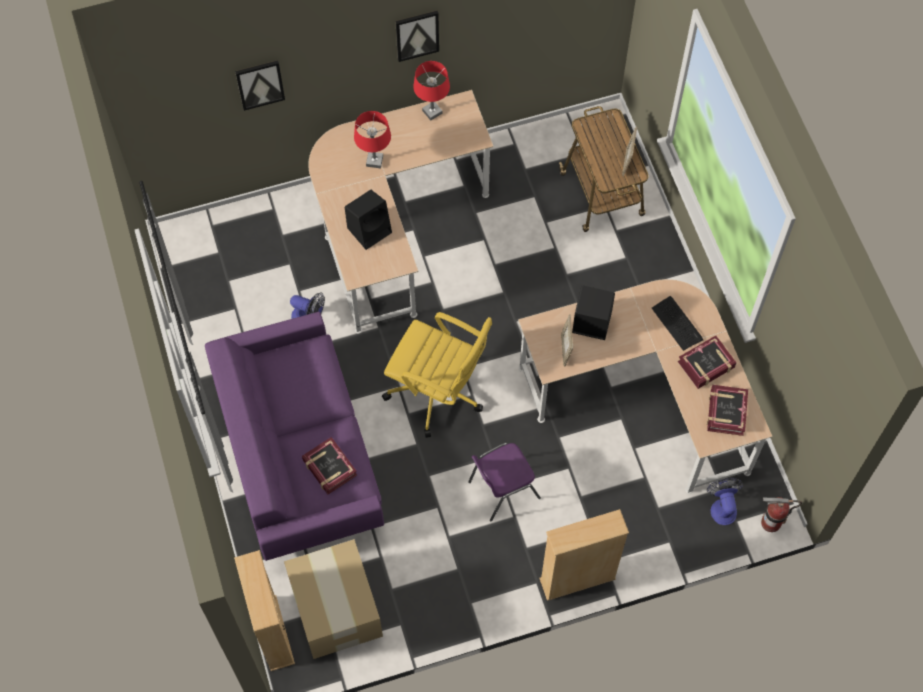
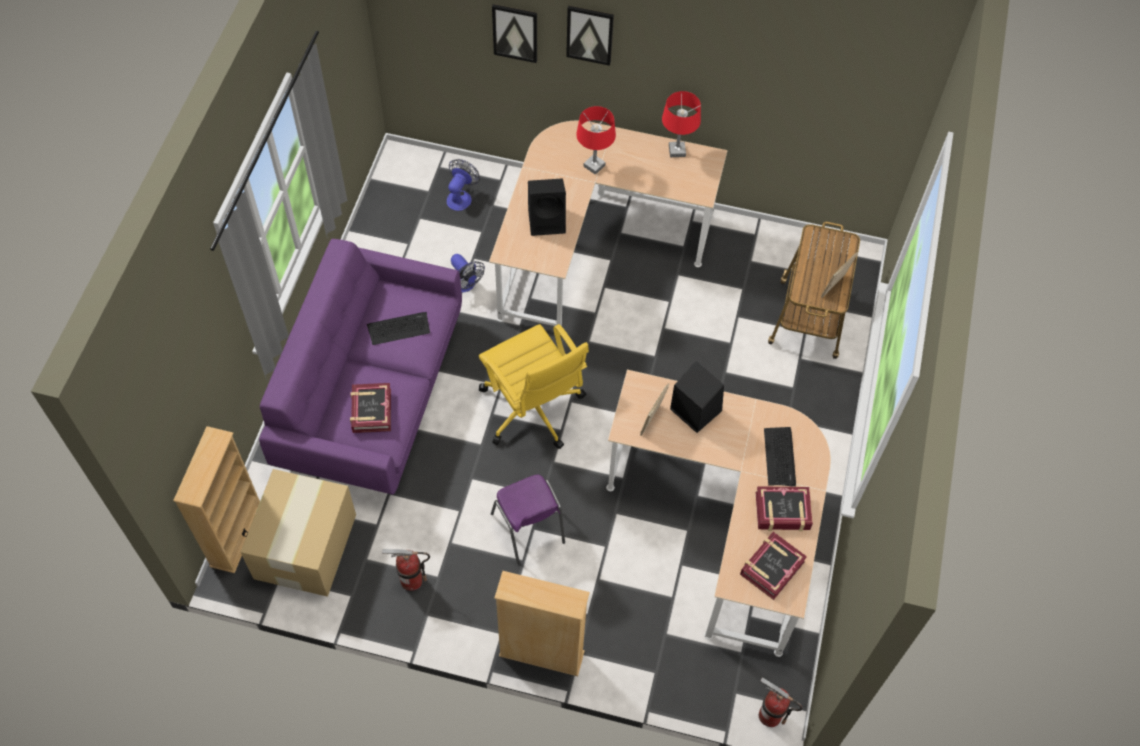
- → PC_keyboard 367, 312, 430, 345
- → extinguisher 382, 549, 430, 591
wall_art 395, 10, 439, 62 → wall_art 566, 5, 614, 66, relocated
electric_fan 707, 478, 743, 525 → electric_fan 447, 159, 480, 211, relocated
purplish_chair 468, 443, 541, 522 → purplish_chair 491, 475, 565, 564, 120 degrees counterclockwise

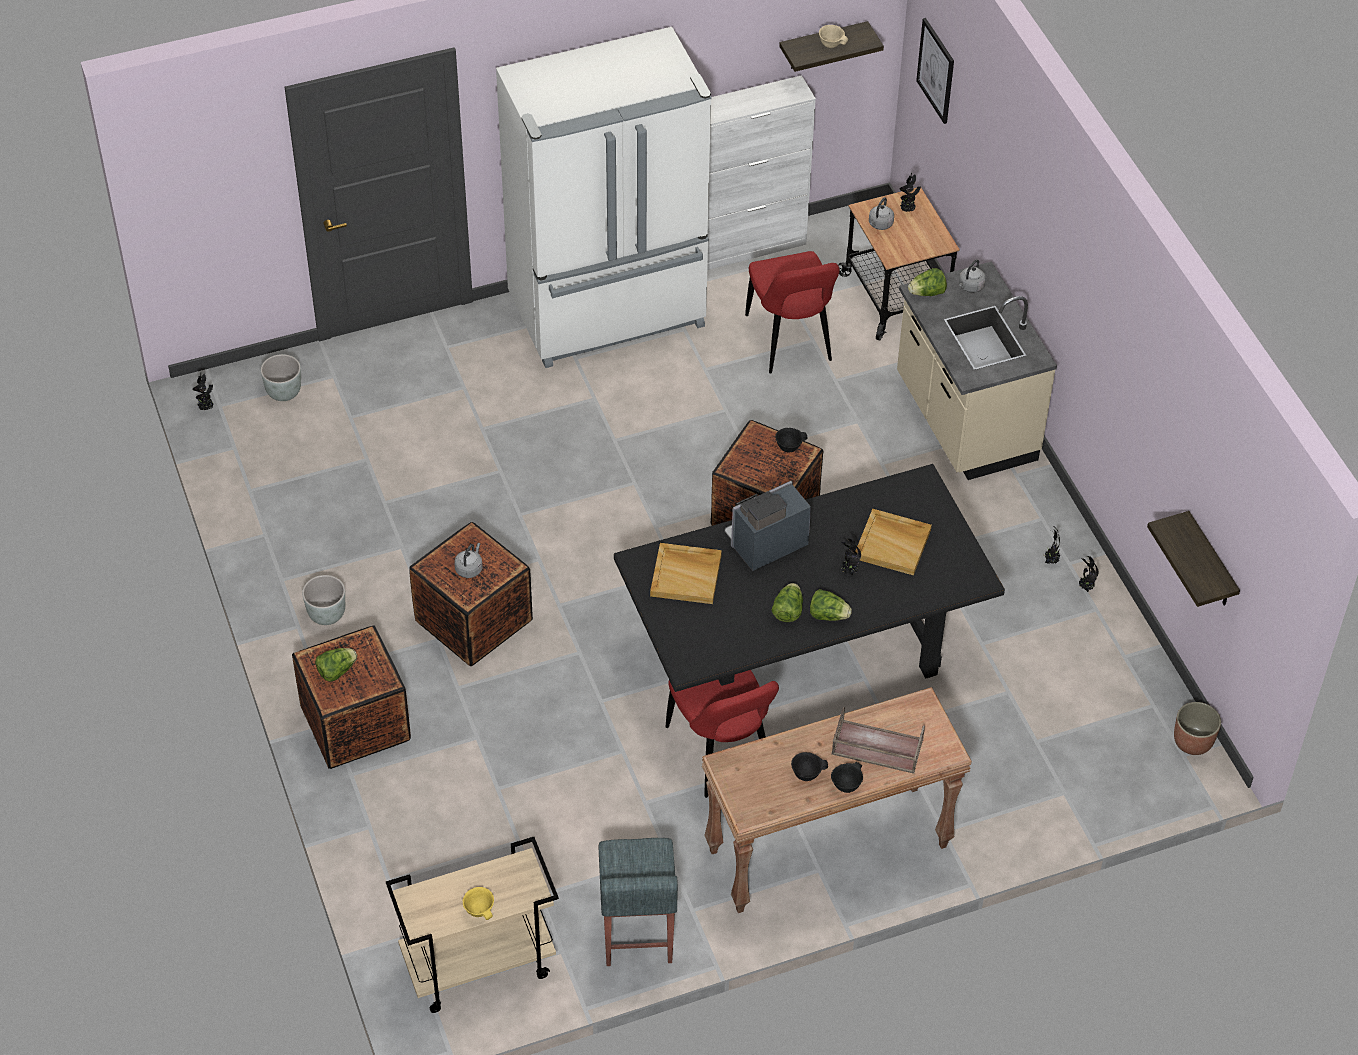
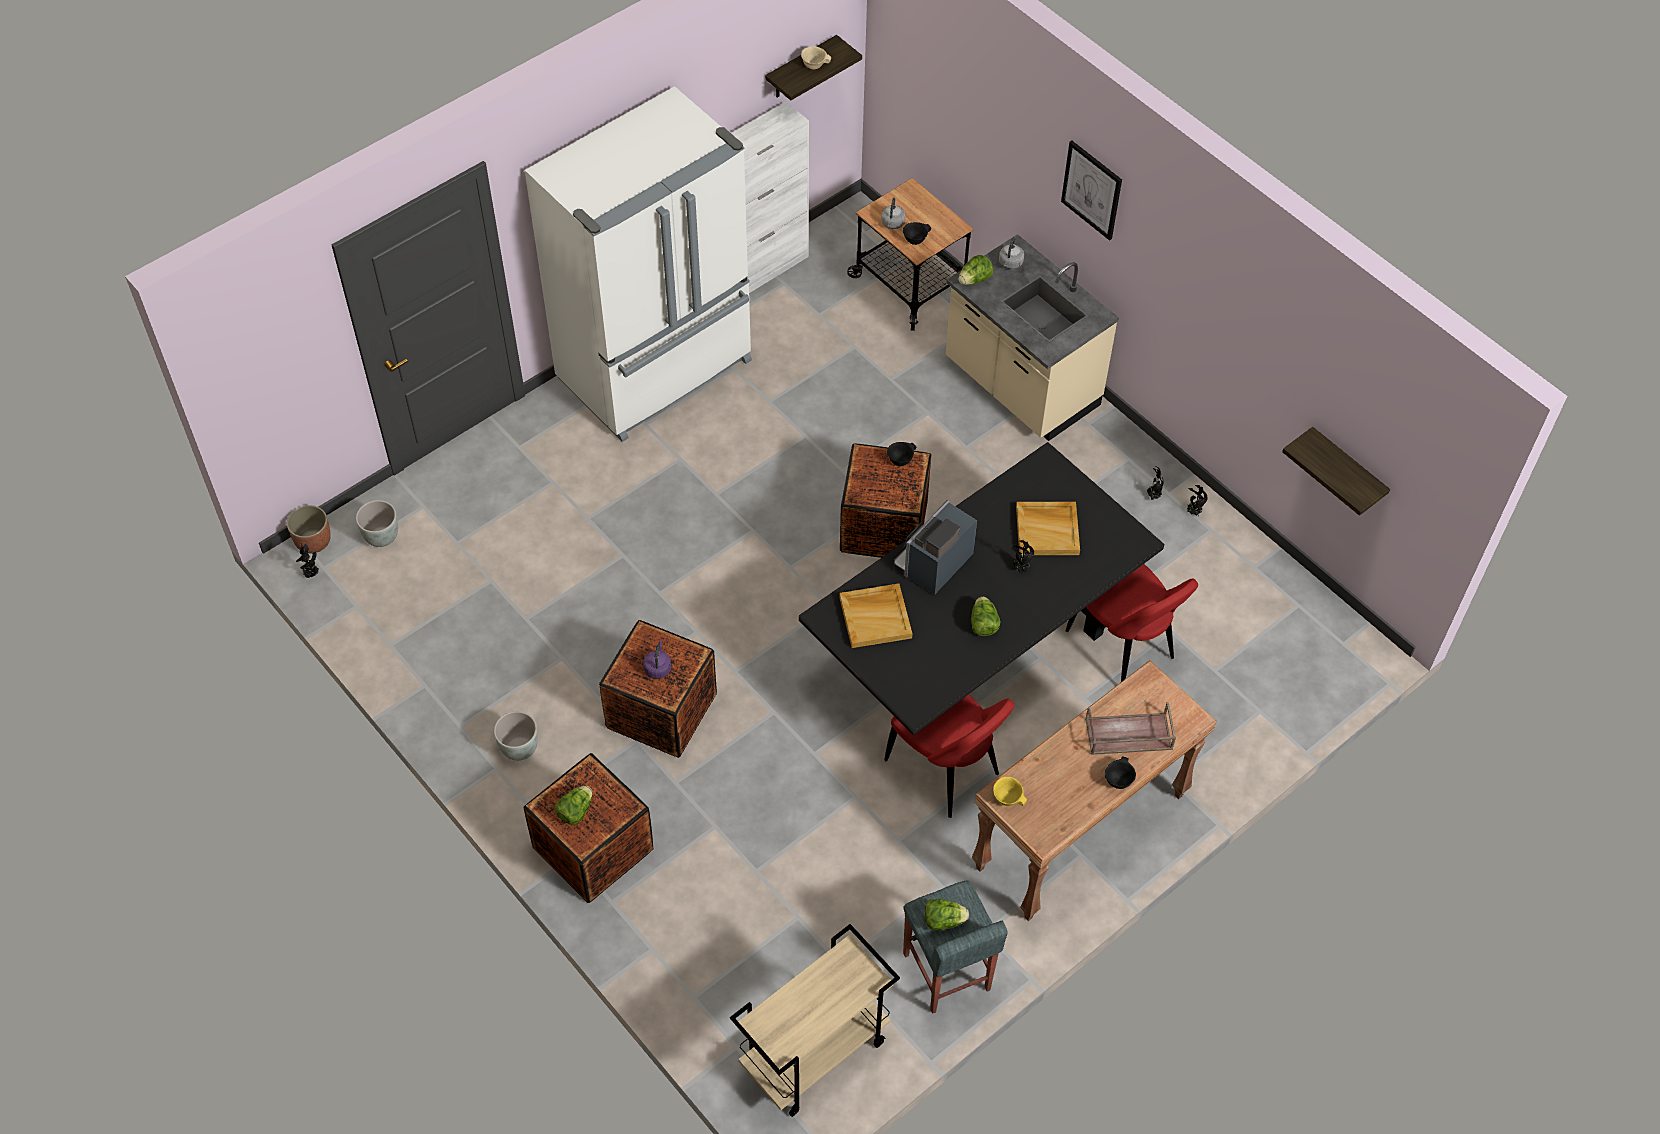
houseplant 900, 173, 921, 212 → -
yellowish_deep_dish 463, 887, 494, 920 → yellowish_deep_dish 993, 777, 1027, 806, relocated
reddish_chair 745, 251, 840, 374 → reddish_chair 1066, 564, 1198, 682, relocated
black-coloured_deep_dish 791, 752, 828, 781 → black-coloured_deep_dish 903, 222, 931, 245, relocated
lettuce 810, 589, 852, 621 → lettuce 925, 899, 969, 931, relocated
wall_art 916, 18, 954, 124 → wall_art 1061, 141, 1122, 241, relocated
planter 1174, 702, 1221, 755 → planter 287, 505, 331, 553, relocated
gray_kettle 454, 543, 483, 578 → purplish_kettle 643, 641, 671, 679

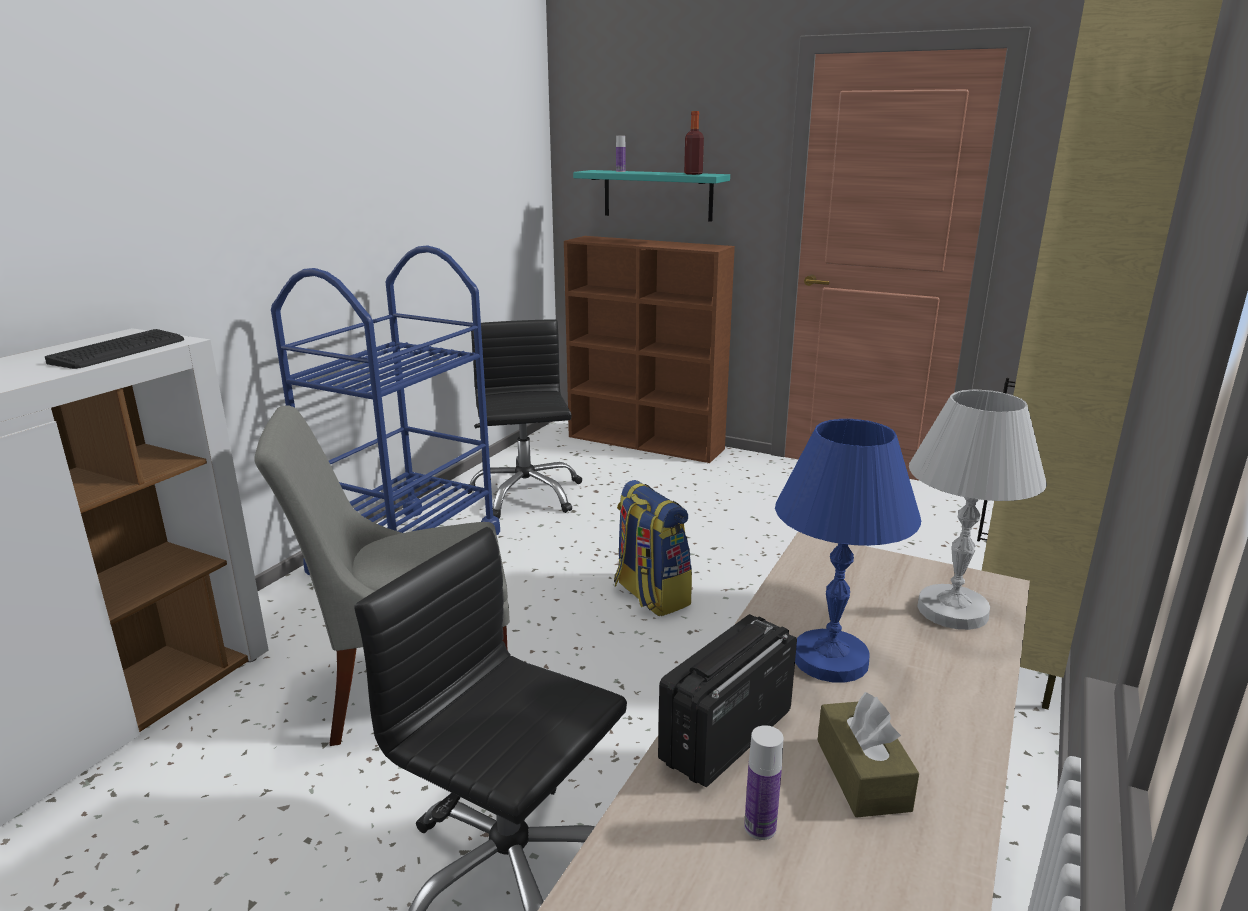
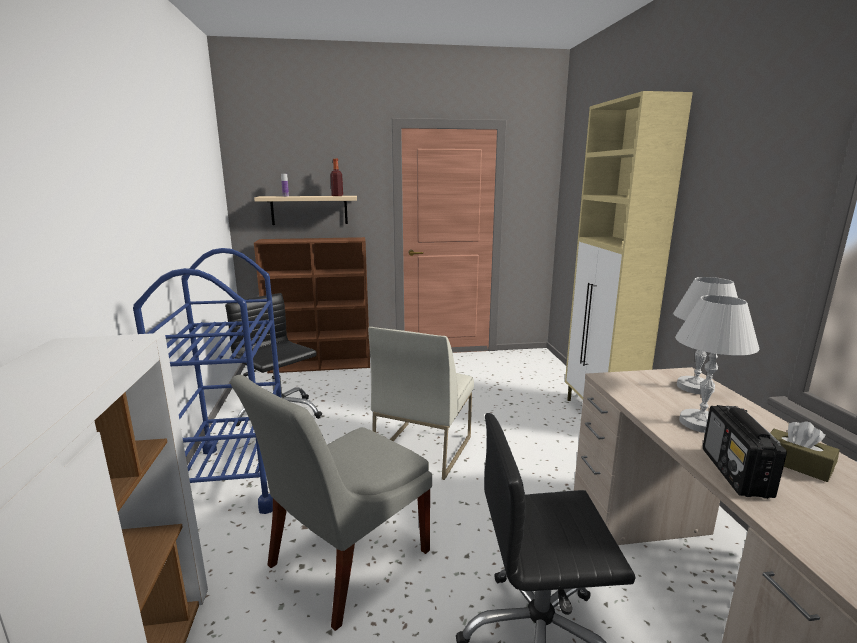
PC_keyboard 45, 329, 184, 369 → -
bottle 744, 725, 783, 840 → -
rucksack 614, 480, 692, 617 → whitish_chair 368, 327, 474, 480
turquoise_bracket_shelf 573, 170, 730, 222 → beige_bracket_shelf 254, 196, 357, 225
blue-coloured_tabletop_lamp 775, 419, 922, 683 → whitish_tabletop_lamp 675, 295, 759, 433

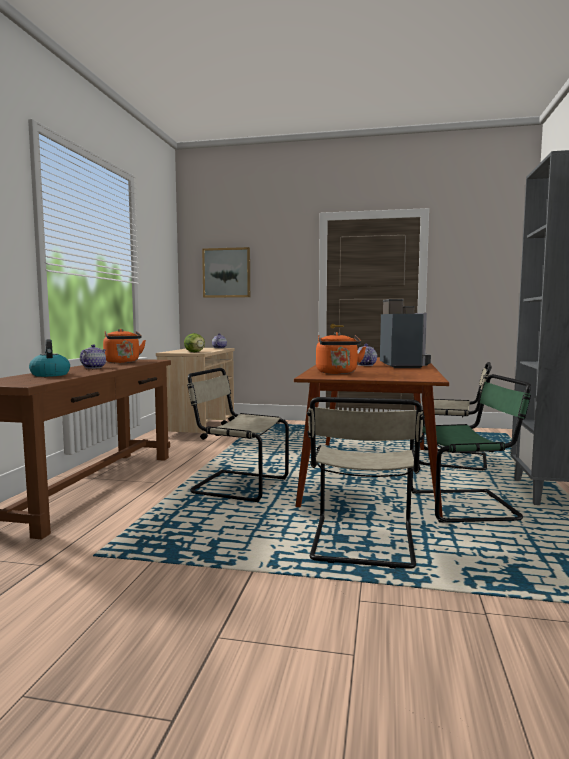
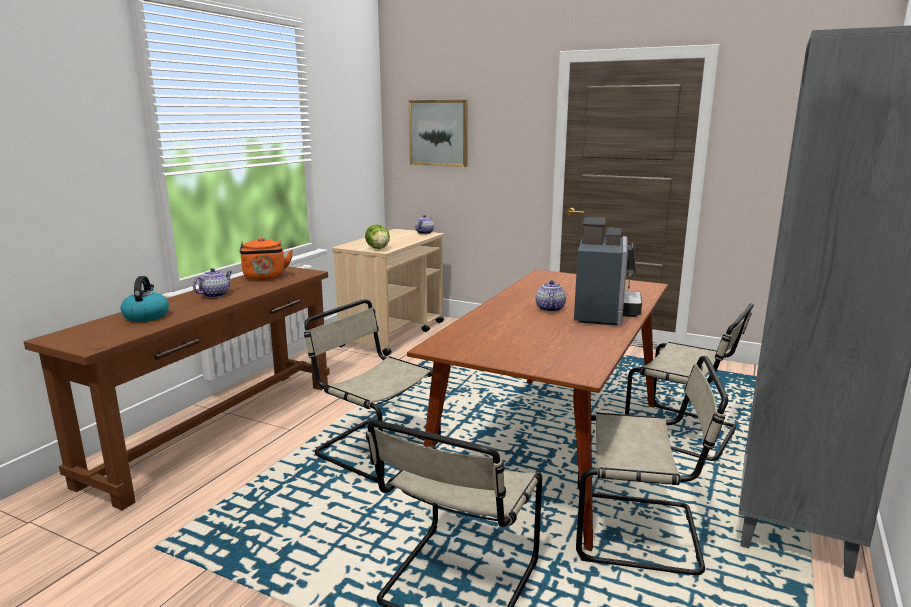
orangey_kettle 316, 332, 366, 374 → -
greenish_chair 410, 374, 531, 523 → beige_chair 576, 356, 728, 575

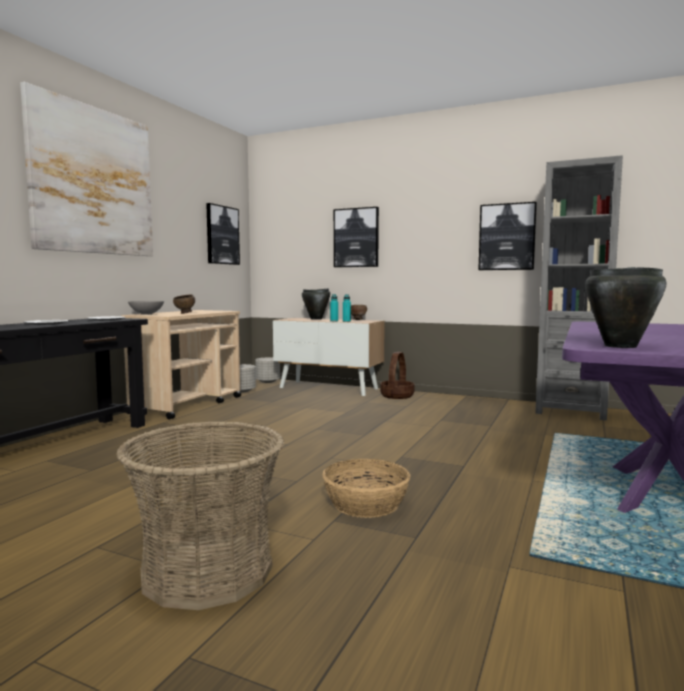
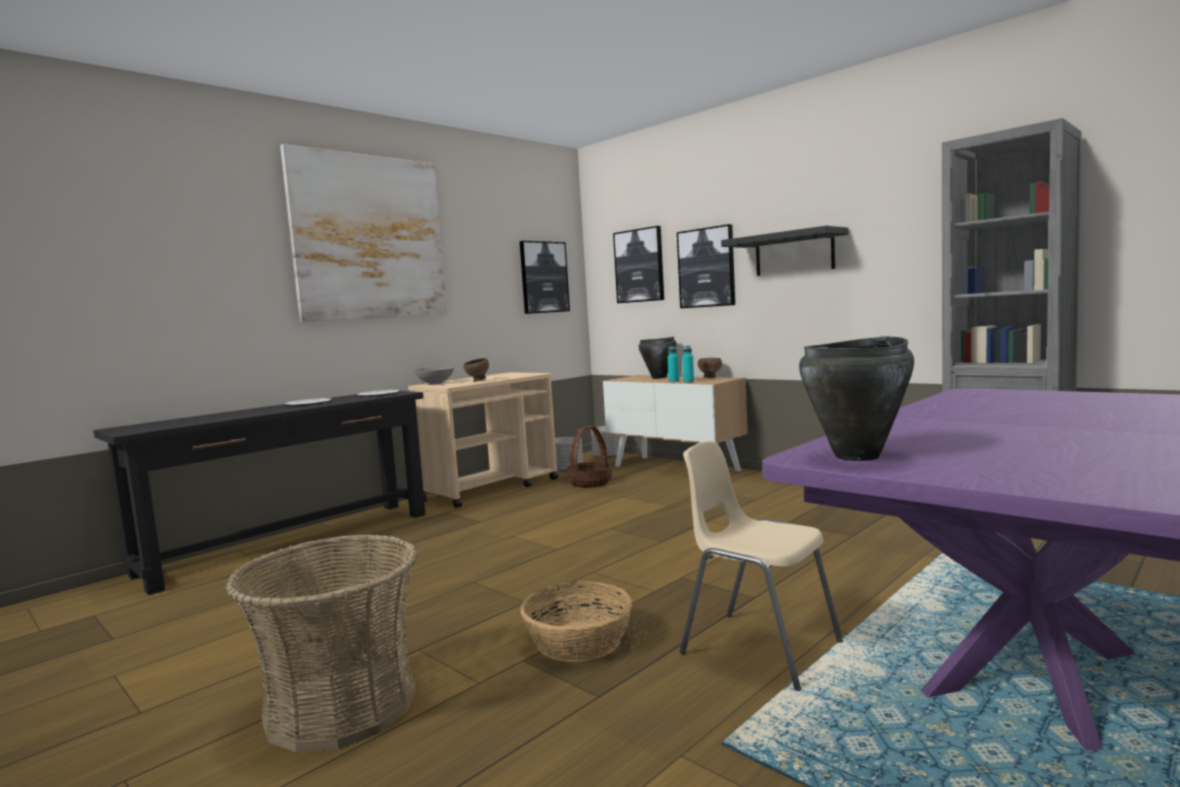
- → beige_chair 680, 441, 843, 691
- → black-coloured_bracket_shelf 721, 226, 849, 276
basket 380, 352, 415, 399 → basket 567, 426, 612, 488, relocated
wall_art 478, 202, 537, 270 → wall_art 613, 226, 664, 303, relocated

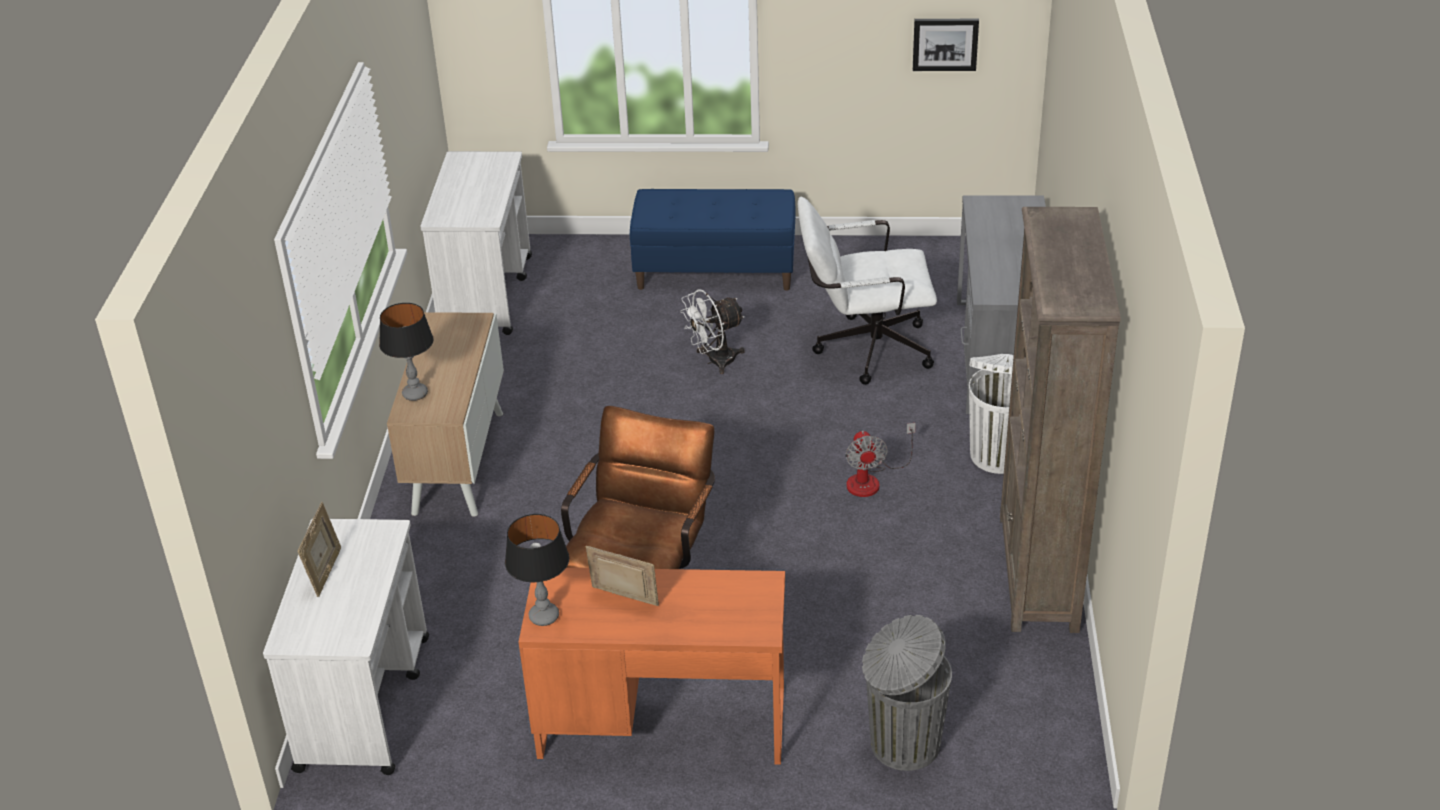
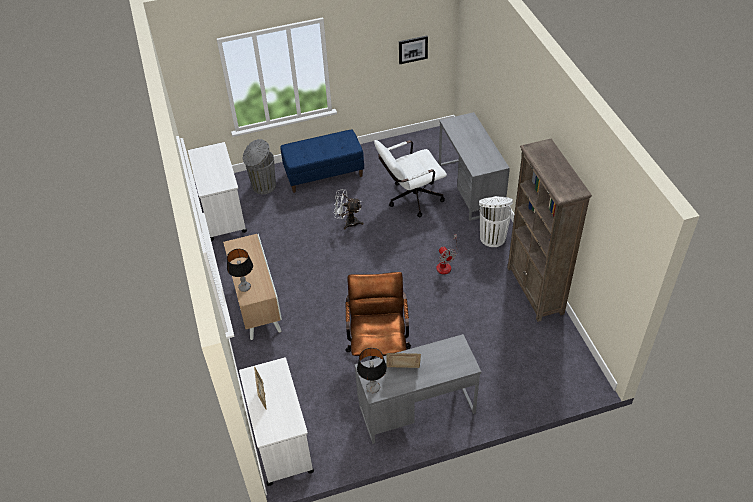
gray_trash_can 862, 615, 952, 771 → gray_trash_can 242, 139, 276, 194, relocated
orangey_desk_unit 519, 567, 785, 765 → gray_desk_unit 355, 334, 481, 444
whitish_electric_fan 680, 289, 745, 374 → whitish_electric_fan 334, 189, 364, 230, 60 degrees clockwise

